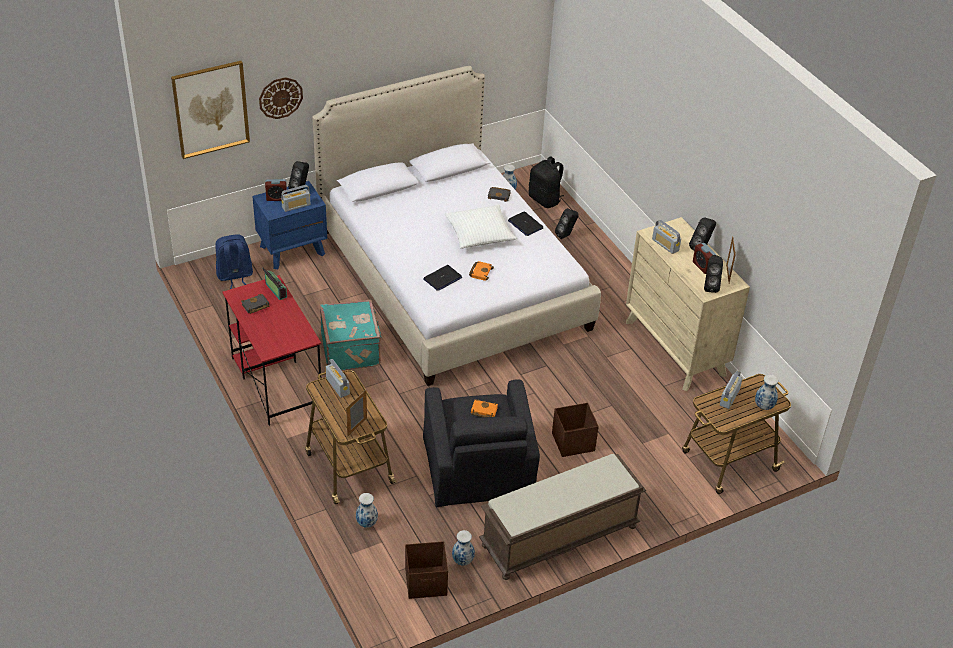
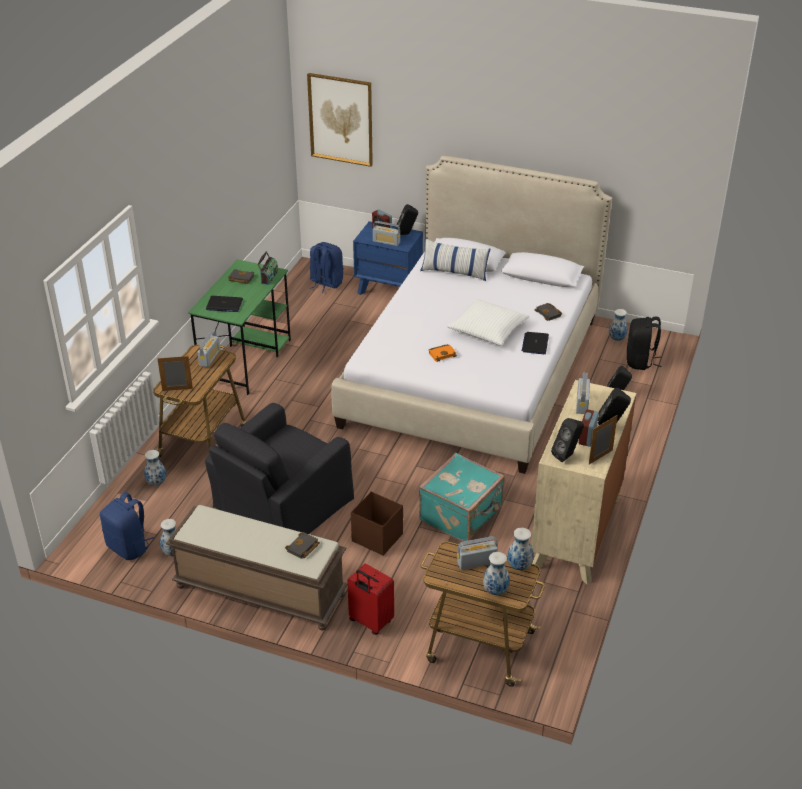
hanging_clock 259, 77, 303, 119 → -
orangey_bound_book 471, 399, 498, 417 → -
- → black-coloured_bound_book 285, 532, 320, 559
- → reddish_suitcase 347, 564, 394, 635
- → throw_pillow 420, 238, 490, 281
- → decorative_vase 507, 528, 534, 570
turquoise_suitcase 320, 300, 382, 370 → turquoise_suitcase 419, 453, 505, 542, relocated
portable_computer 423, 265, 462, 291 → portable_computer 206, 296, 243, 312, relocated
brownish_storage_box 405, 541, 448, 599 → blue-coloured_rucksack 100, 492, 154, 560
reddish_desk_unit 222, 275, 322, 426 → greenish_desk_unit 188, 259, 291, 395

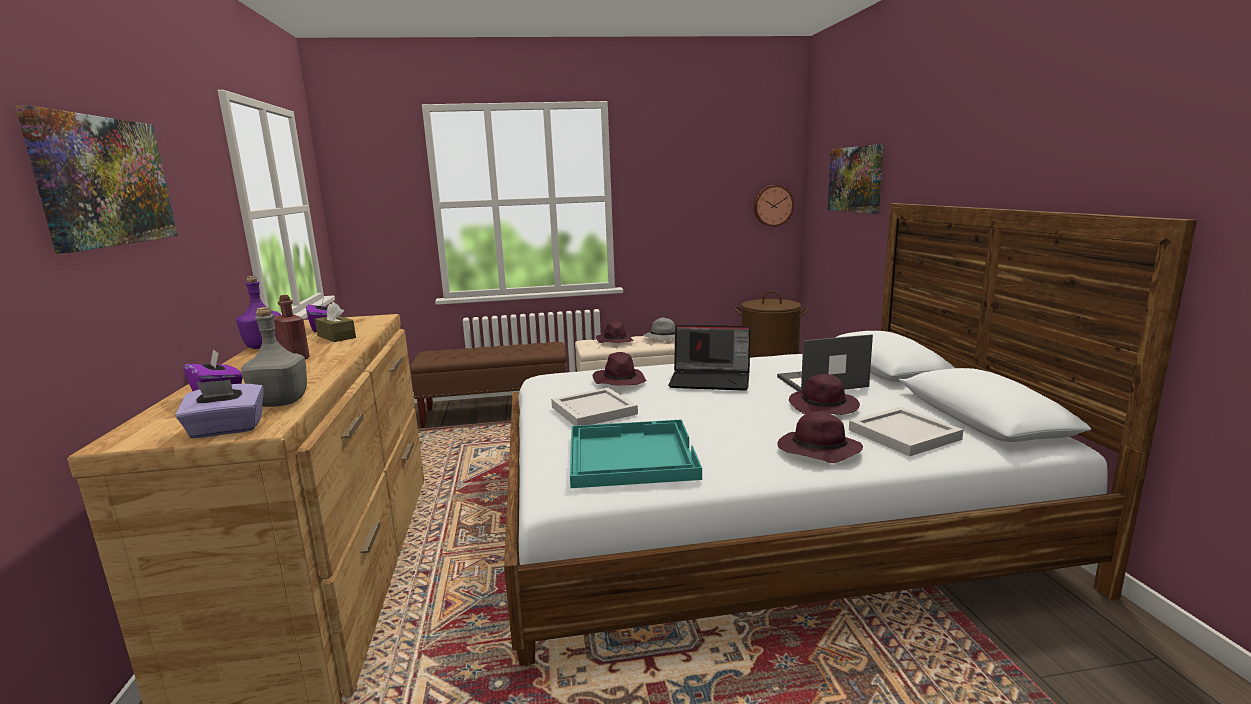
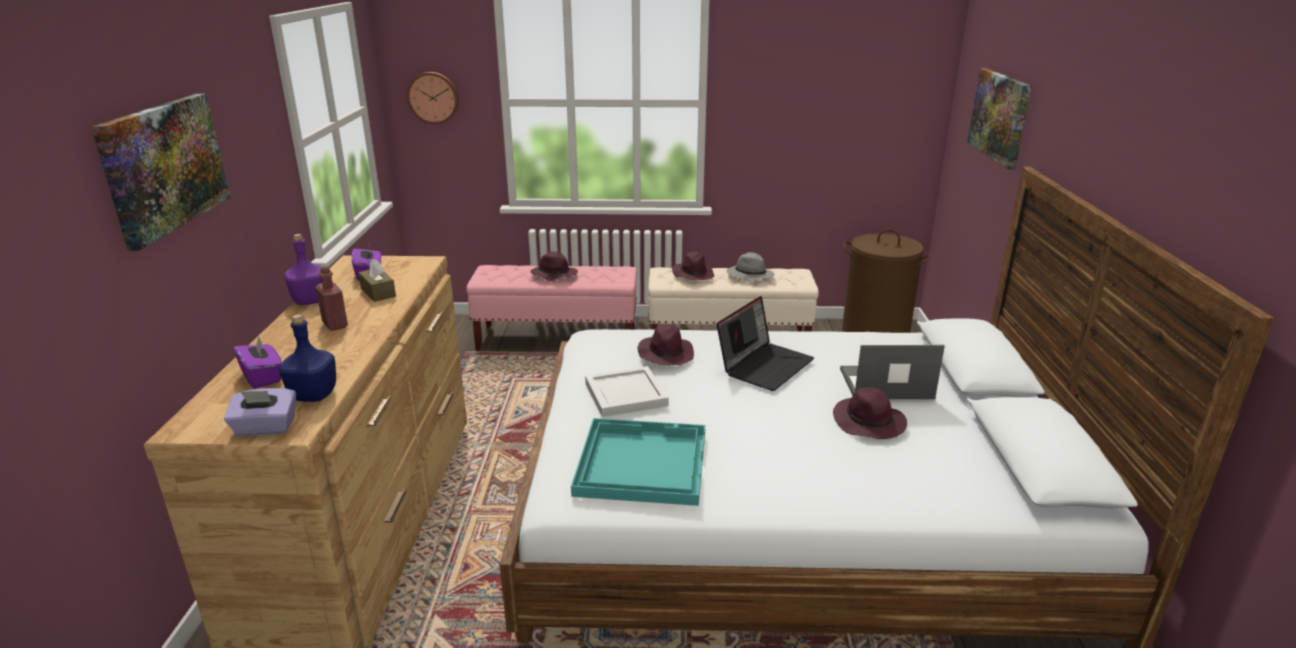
whitish_serving_tray 849, 407, 964, 457 → -
hanging_clock 754, 185, 794, 227 → hanging_clock 407, 72, 459, 124, relocated
purplish_hat 777, 411, 863, 463 → purplish_hat 530, 252, 578, 281, relocated
gray_bottle 241, 307, 307, 407 → blue-coloured_bottle 279, 314, 336, 402
brownish_indoor_bench 410, 342, 567, 428 → pink-coloured_indoor_bench 466, 265, 637, 351
portable_computer 668, 325, 751, 391 → portable_computer 717, 296, 814, 391, 75 degrees counterclockwise

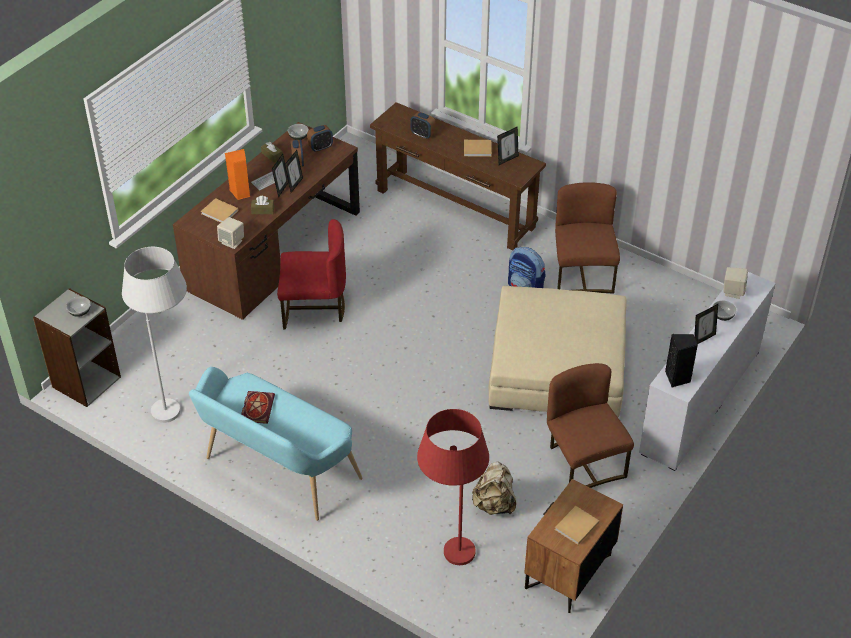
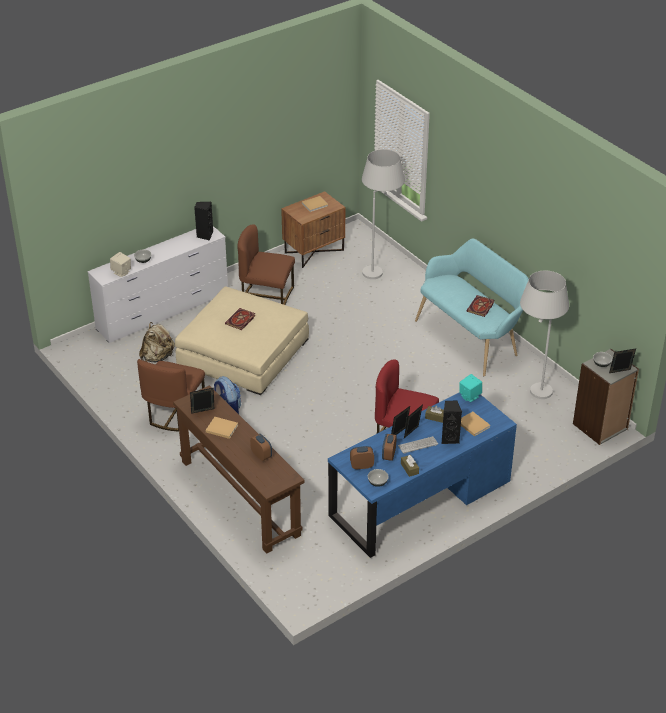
- → bound_book 225, 308, 256, 330
beige_rucksack 472, 462, 516, 515 → beige_rucksack 139, 322, 175, 363, relocated
picture_frame 694, 304, 718, 344 → picture_frame 609, 349, 636, 373, relocated
brownish_desk_unit 173, 122, 360, 320 → blue-coloured_desk_unit 328, 393, 517, 558
beige_loudspeaker 217, 217, 244, 249 → turquoise_loudspeaker 459, 374, 482, 402
orangey_loudspeaker 225, 149, 250, 200 → black-coloured_loudspeaker 441, 400, 462, 444
reddish_standard_lamp 417, 409, 489, 565 → whitish_standard_lamp 362, 149, 405, 279
brownish_chair 547, 363, 634, 488 → brownish_chair 237, 224, 295, 305, 105 degrees clockwise

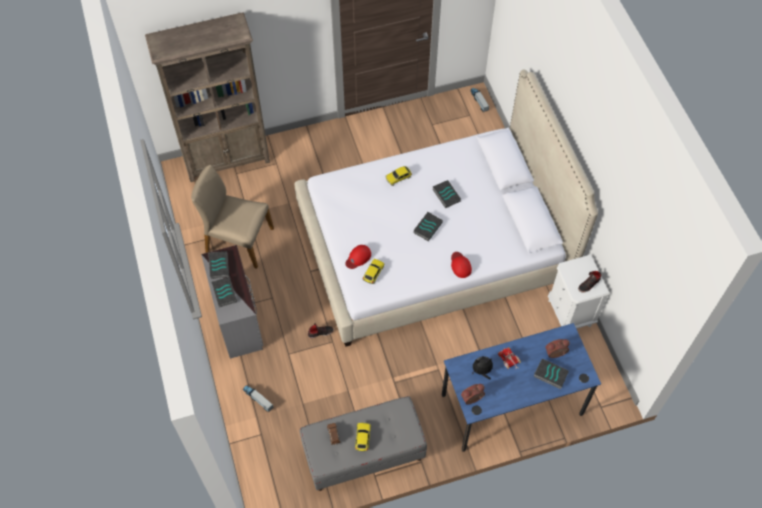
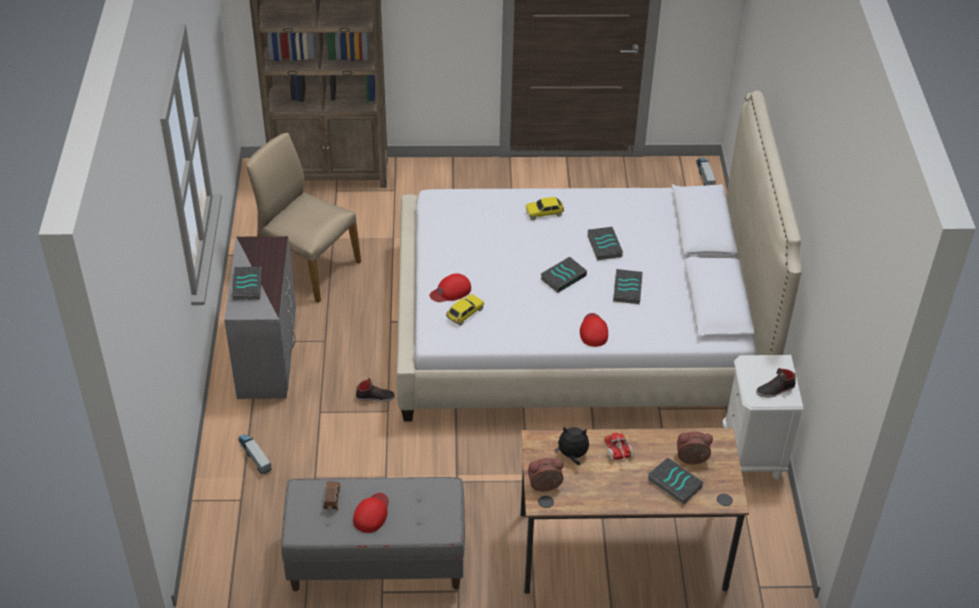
bound_book 208, 251, 229, 279 → bound_book 613, 269, 643, 304, relocated
model_car 355, 423, 371, 452 → reddish_peaked_cap 353, 493, 389, 533
blue-coloured_desk_unit 442, 323, 601, 452 → brownish_desk_unit 520, 428, 749, 594

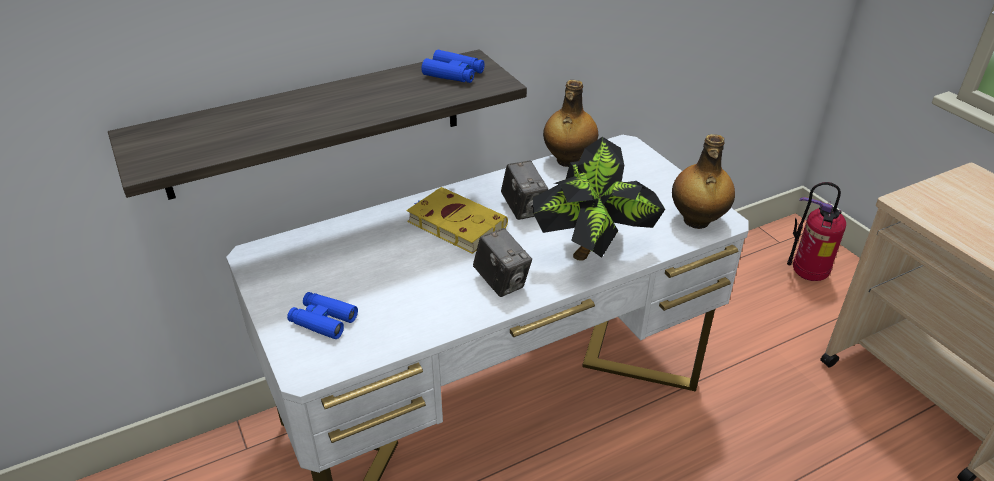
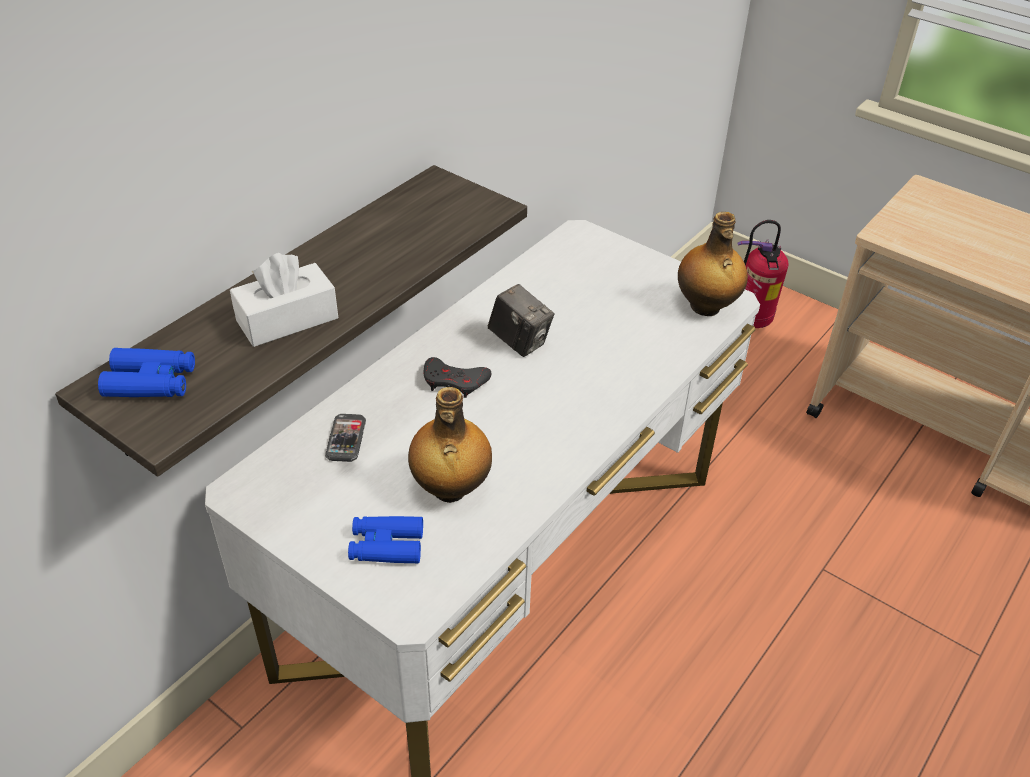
photo_camera 473, 228, 532, 297 → -
houseplant 533, 137, 665, 261 → -
- → whitish_tissue_holder 230, 253, 338, 347
- → telephone 325, 414, 366, 462
blue-coloured_field_glasses 421, 50, 485, 83 → blue-coloured_field_glasses 98, 348, 195, 397, relocated
bottle 543, 80, 598, 167 → bottle 408, 387, 492, 503, relocated
yellowish_bound_book 406, 187, 508, 254 → gray_joypad 424, 357, 491, 398

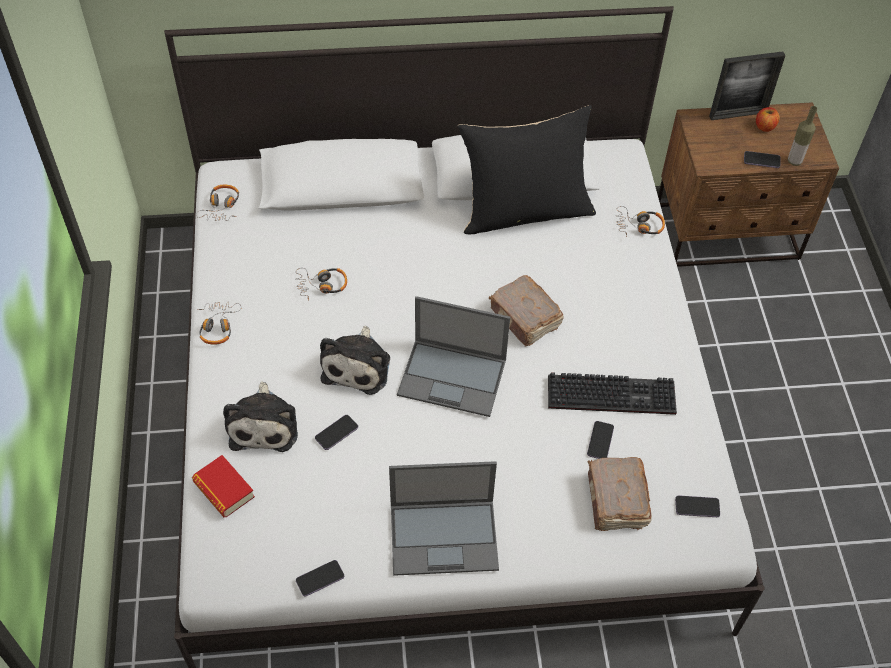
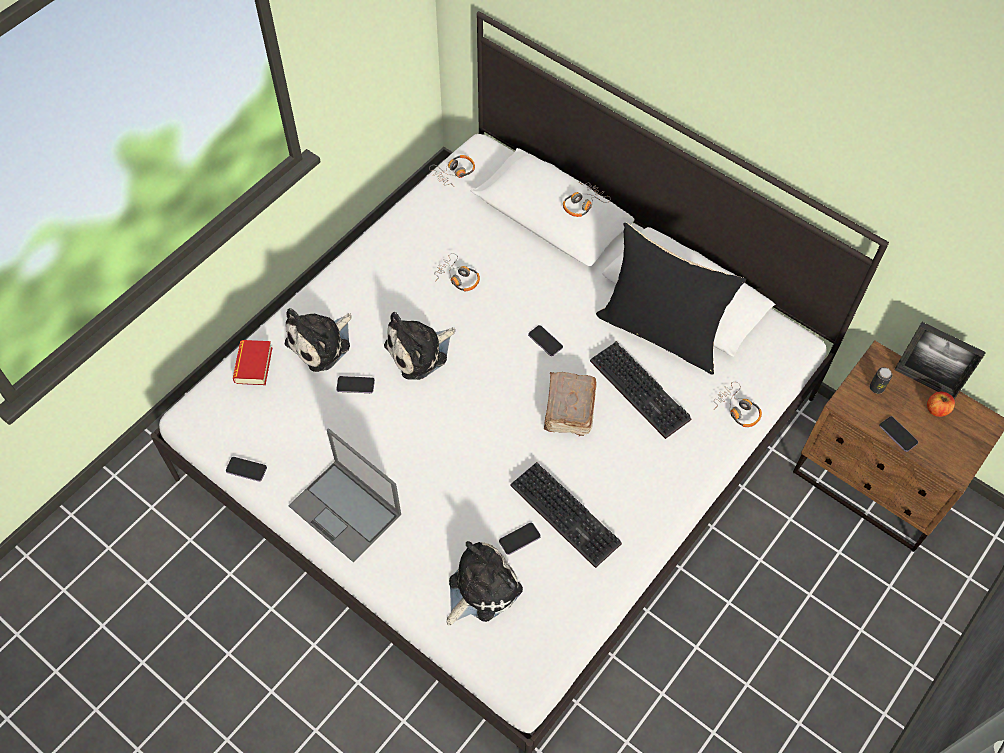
portable_computer 397, 296, 510, 417 → -
bottle 788, 106, 817, 166 → -
- → PC_keyboard 590, 341, 692, 439
- → sealed_can 870, 367, 892, 394
pair_of_headphones 197, 302, 242, 344 → pair_of_headphones 563, 182, 611, 217, relocated
telephone 675, 495, 720, 517 → telephone 528, 325, 563, 356, relocated
brownish_bound_book 587, 457, 652, 531 → cuddly_toy 447, 541, 523, 625

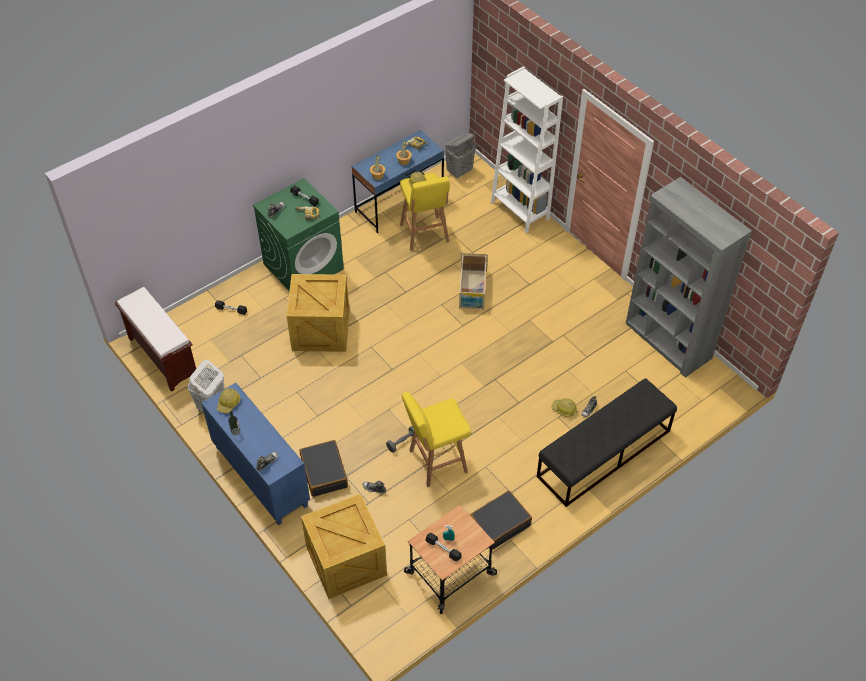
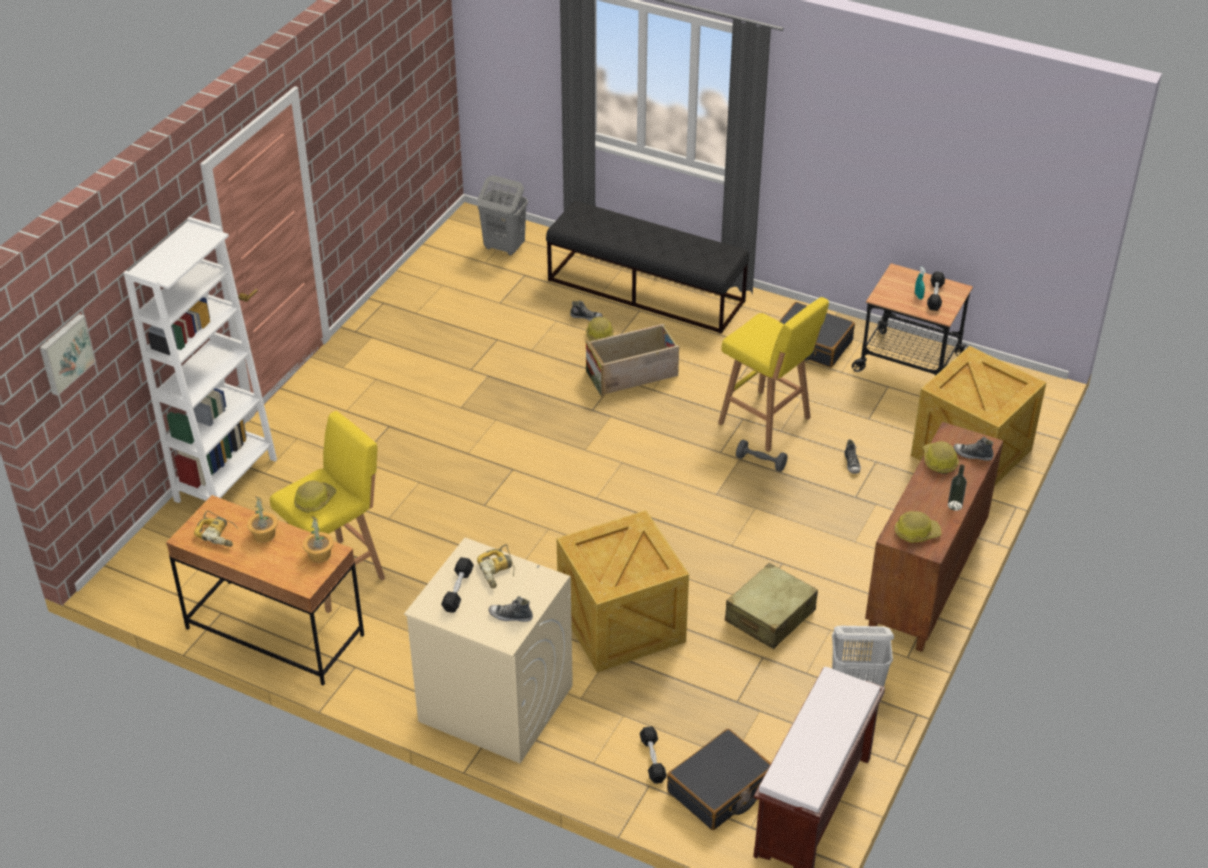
gray_bookshelf 626, 177, 752, 378 → -
- → wall_art 40, 314, 96, 396
- → beige_suitcase 725, 563, 818, 649
- → safety_helmet 923, 441, 959, 474
black-coloured_suitcase 299, 440, 348, 497 → black-coloured_suitcase 667, 729, 771, 830, relocated
gray_laundry_basket 444, 133, 476, 179 → gray_laundry_basket 477, 175, 528, 256, relocated
shipping_crate 459, 253, 488, 310 → shipping_crate 586, 324, 679, 397, relocated
blue-coloured_cabinet 201, 383, 310, 525 → brownish_cabinet 865, 422, 1003, 652
greenish_washing_machine 253, 178, 344, 291 → beige_washing_machine 404, 537, 573, 763
blue-coloured_desk_unit 352, 130, 444, 233 → brownish_desk_unit 166, 495, 364, 686

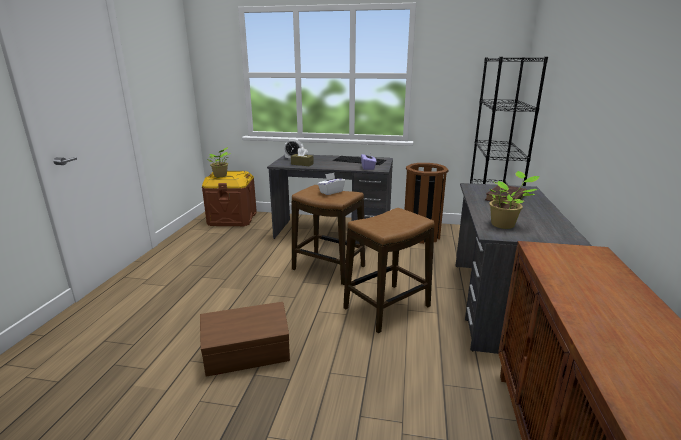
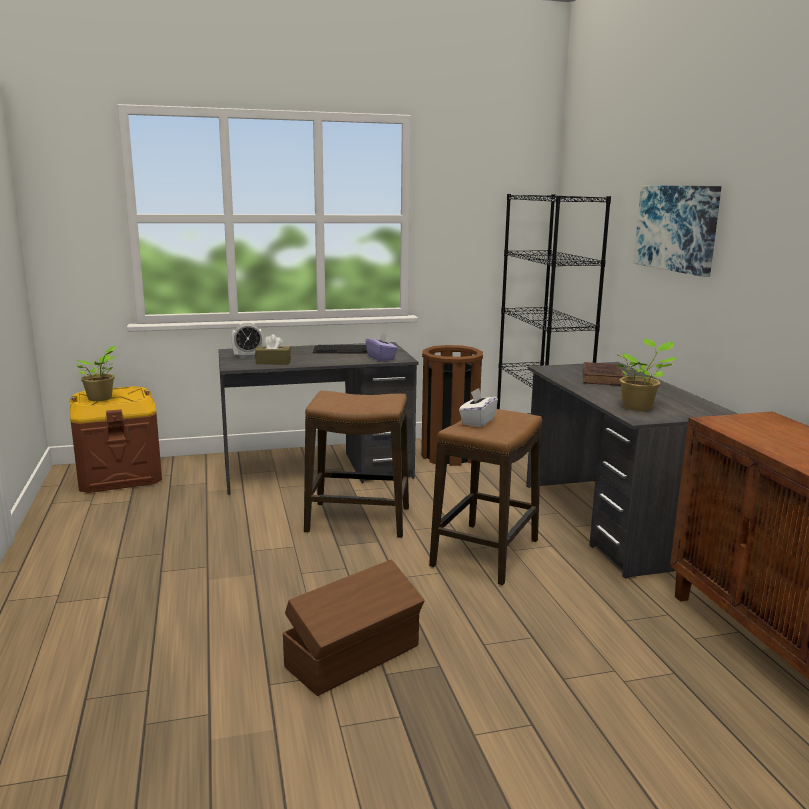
- → wall_art 633, 185, 722, 277
whitish_tissue_holder 318, 173, 345, 195 → whitish_tissue_holder 459, 388, 498, 427, relocated

